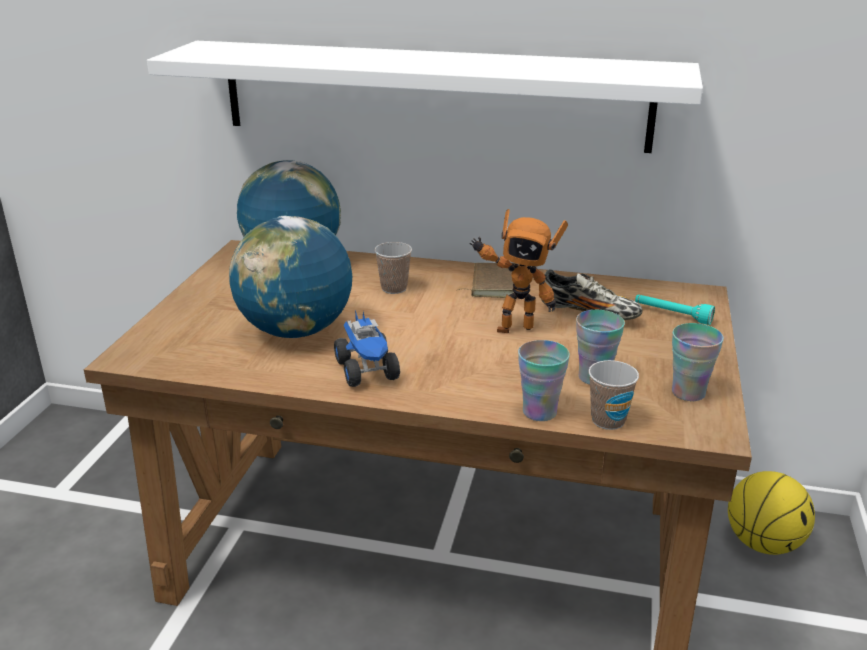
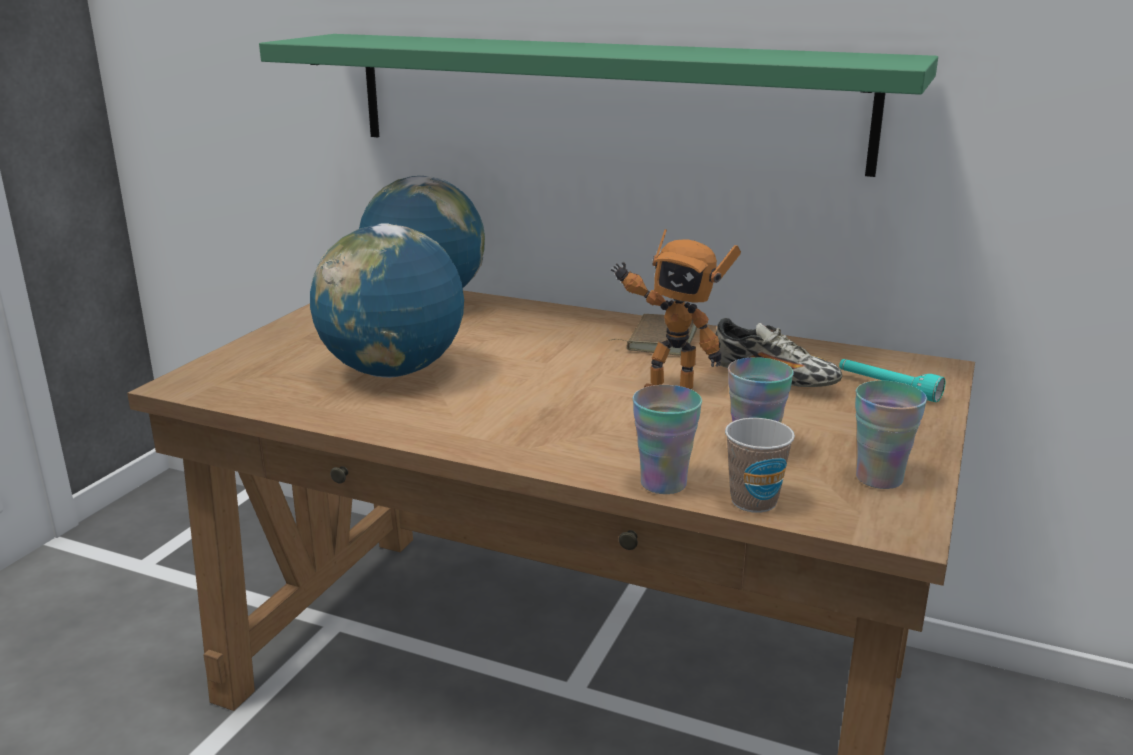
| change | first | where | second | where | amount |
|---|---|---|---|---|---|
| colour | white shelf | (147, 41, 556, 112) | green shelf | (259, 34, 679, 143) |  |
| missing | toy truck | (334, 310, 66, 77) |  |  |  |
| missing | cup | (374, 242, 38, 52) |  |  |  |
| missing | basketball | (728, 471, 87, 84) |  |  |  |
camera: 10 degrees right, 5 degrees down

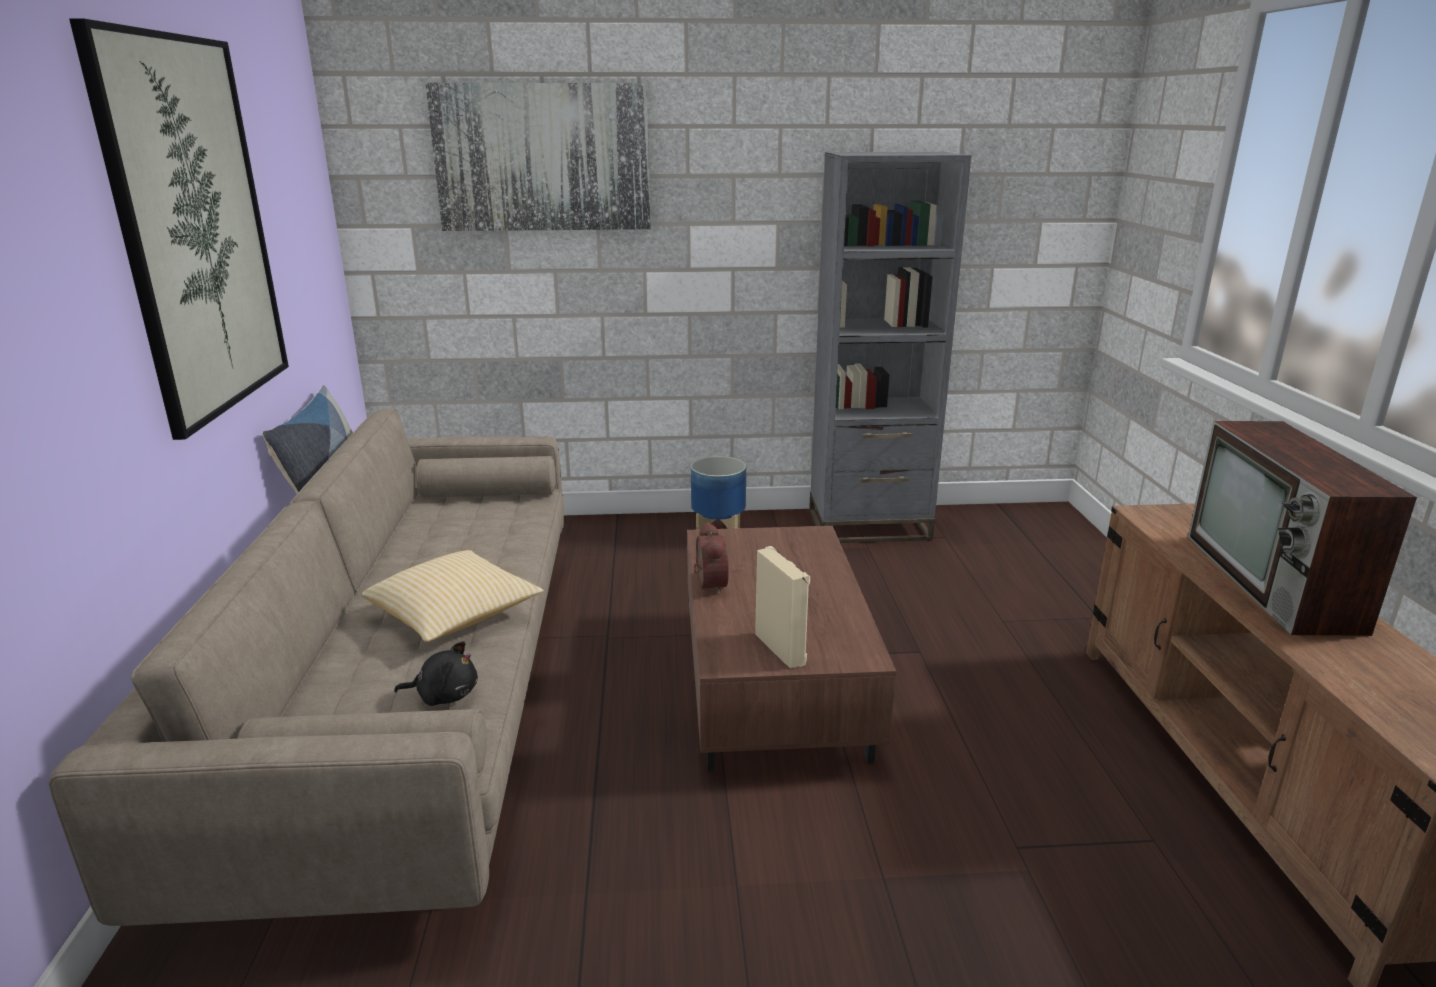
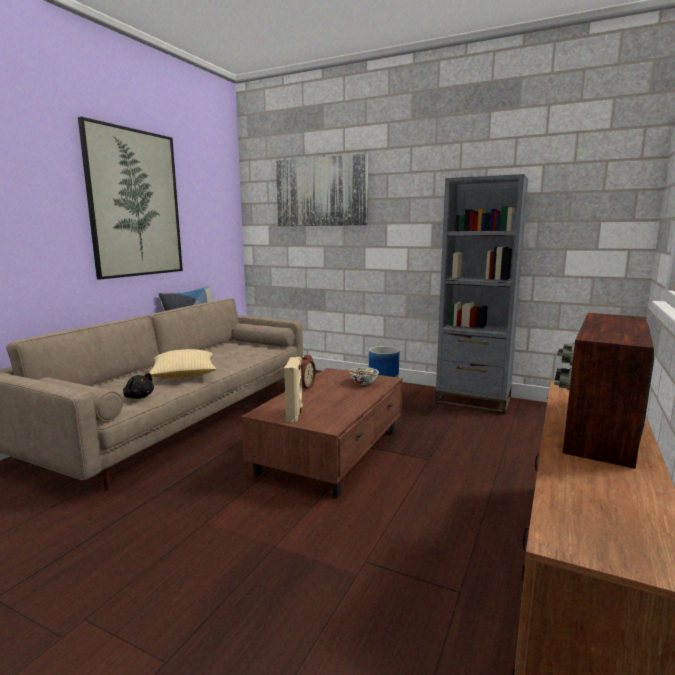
| change | first | where | second | where | amount |
|---|---|---|---|---|---|
| appeared |  |  | bowl | (344, 367, 35, 18) |  |
camera: 30 degrees right, 10 degrees down

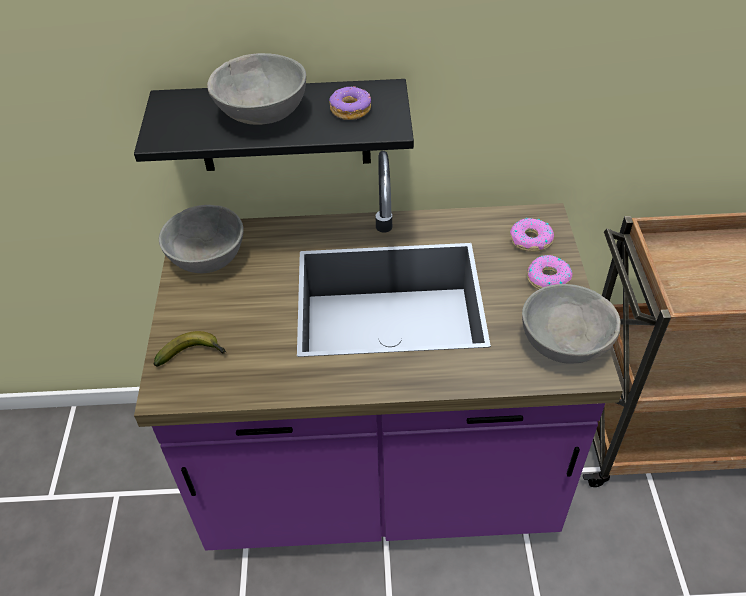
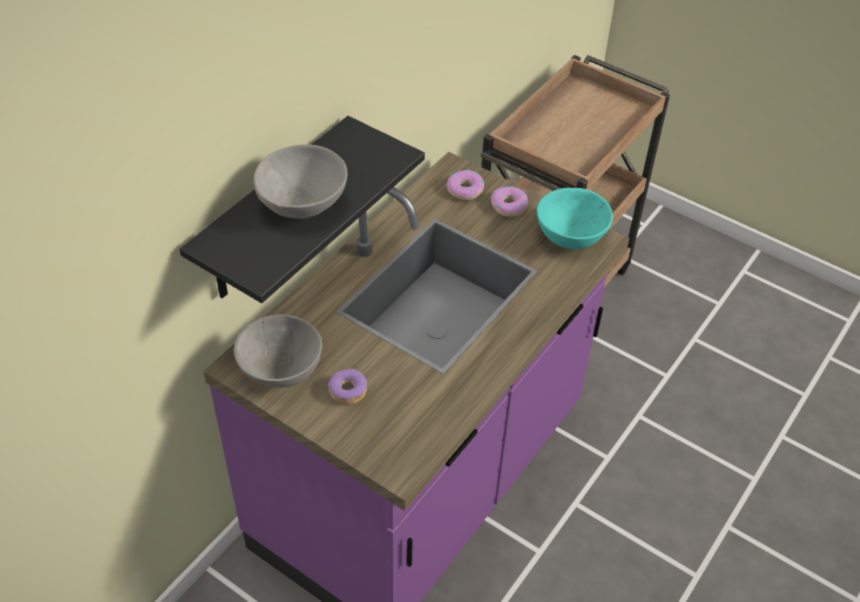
| change | first | where | second | where | amount |
|---|---|---|---|---|---|
| missing | banana | (154, 331, 72, 35) |  |  |  |
| relocated | donut | (329, 86, 42, 34) |  | (328, 368, 39, 36) |  |
| colour | grey bowl | (522, 284, 99, 80) | turquoise bowl | (537, 188, 76, 61) |  |
camera: 55 degrees left, 0 degrees up

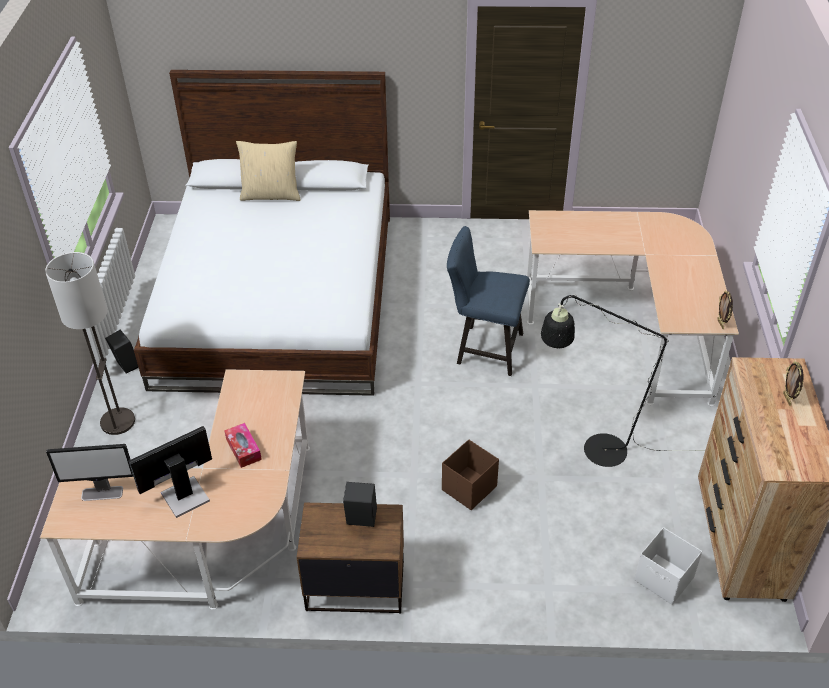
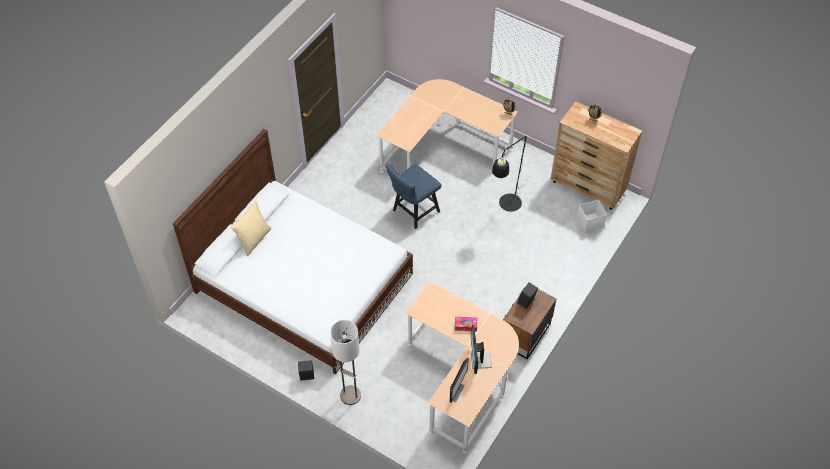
| change | first | where | second | where | amount |
|---|---|---|---|---|---|
| missing | brown storage box | (442, 439, 57, 71) |  |  |  |
camera: 60 degrees left, 10 degrees up

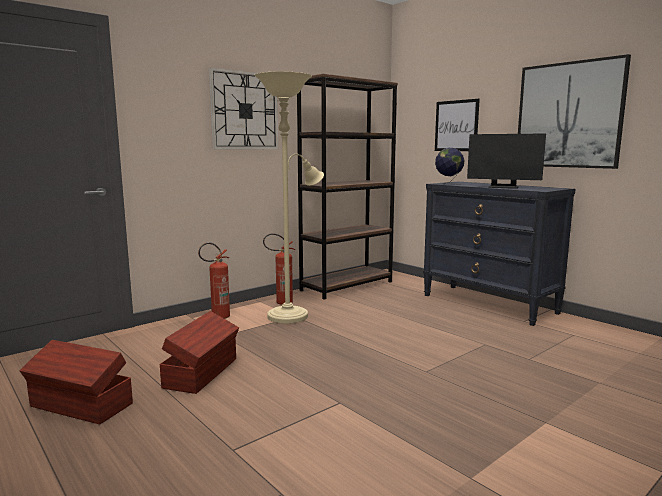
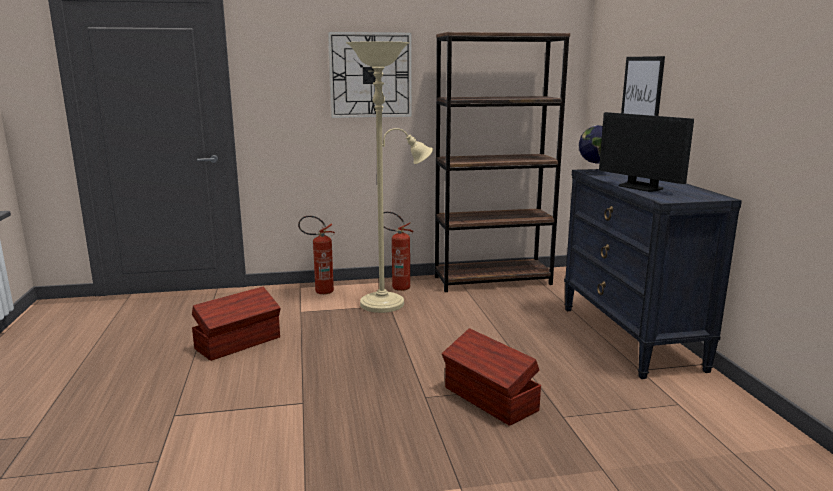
| change | first | where | second | where | amount |
|---|---|---|---|---|---|
| relocated | brown storage box | (19, 340, 114, 84) |  | (442, 328, 99, 98) |  |
| missing | picture | (518, 54, 113, 115) |  |  |  |
camera: 30 degrees right, 5 degrees up

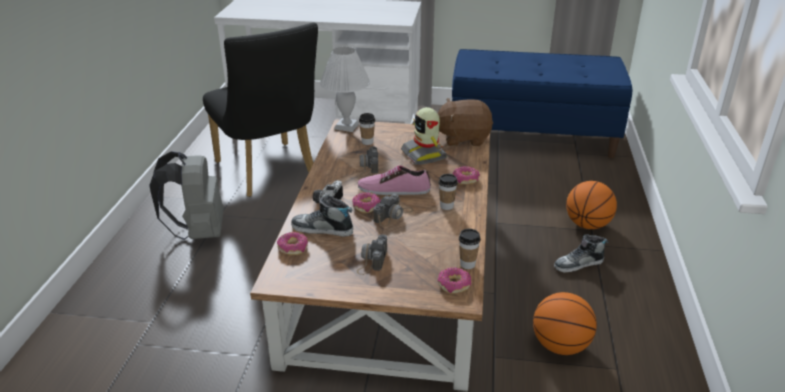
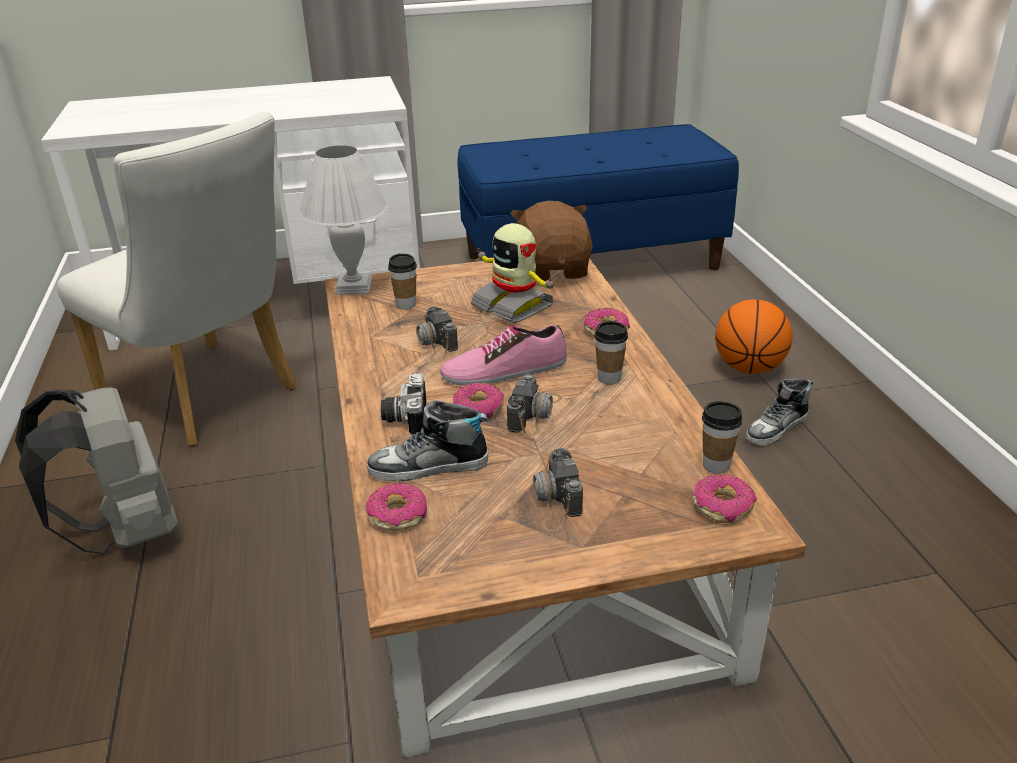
| change | first | where | second | where | amount |
|---|---|---|---|---|---|
| colour | black chair | (203, 23, 115, 174) | white chair | (57, 112, 240, 334) |  |
| spun | brown plush toy | (438, 98, 55, 48) |  | (511, 201, 82, 80) | 105 degrees clockwise |
| missing | basketball | (533, 292, 64, 63) |  |  |  |
camera: 20 degrees left, 0 degrees up

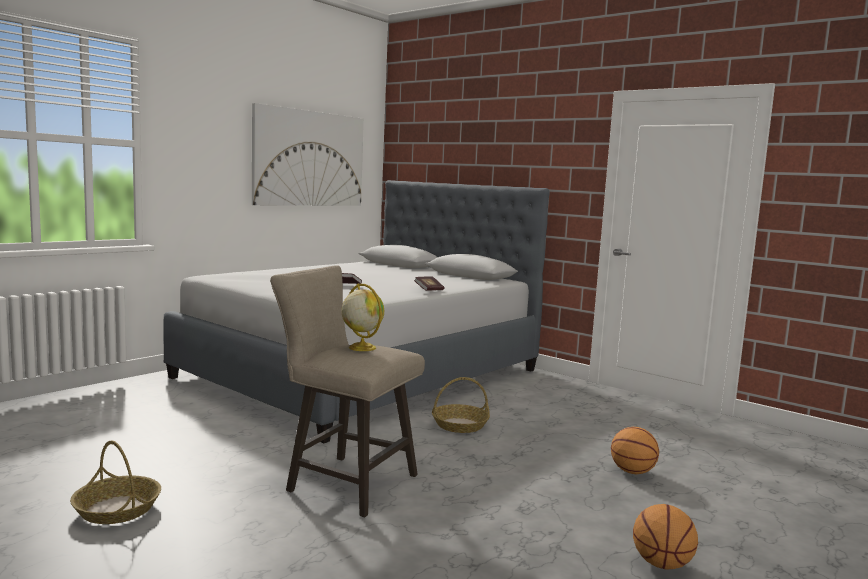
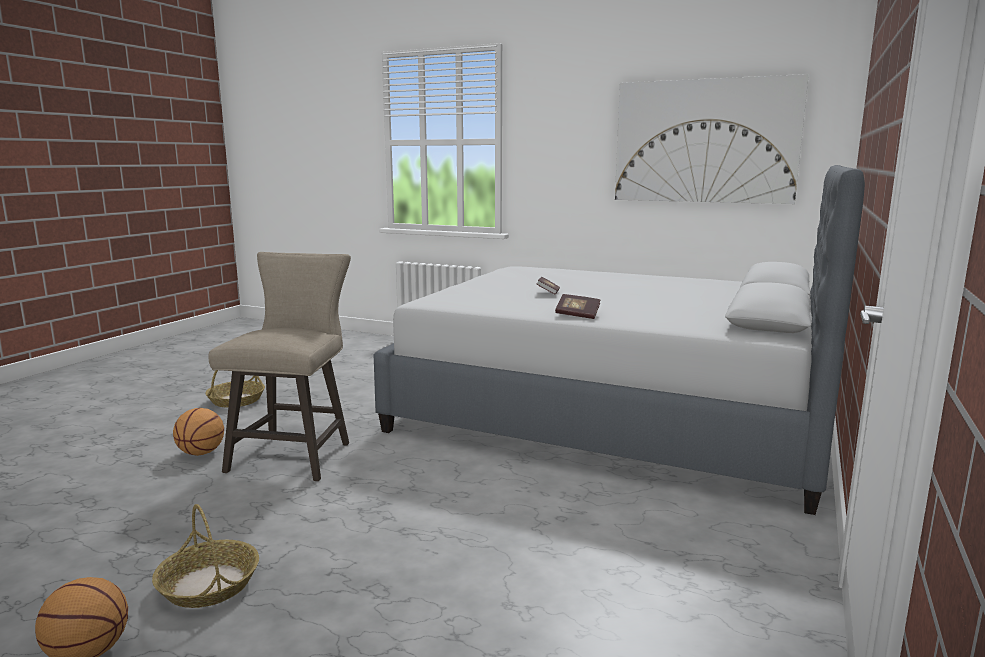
| change | first | where | second | where | amount |
|---|---|---|---|---|---|
| missing | globe | (341, 283, 43, 68) |  |  |  |
| relocated | basket | (432, 377, 58, 56) |  | (152, 504, 107, 104) |  |
| relocated | basketball | (611, 427, 48, 48) |  | (173, 408, 51, 48) |  |
camera: 75 degrees right, 5 degrees up

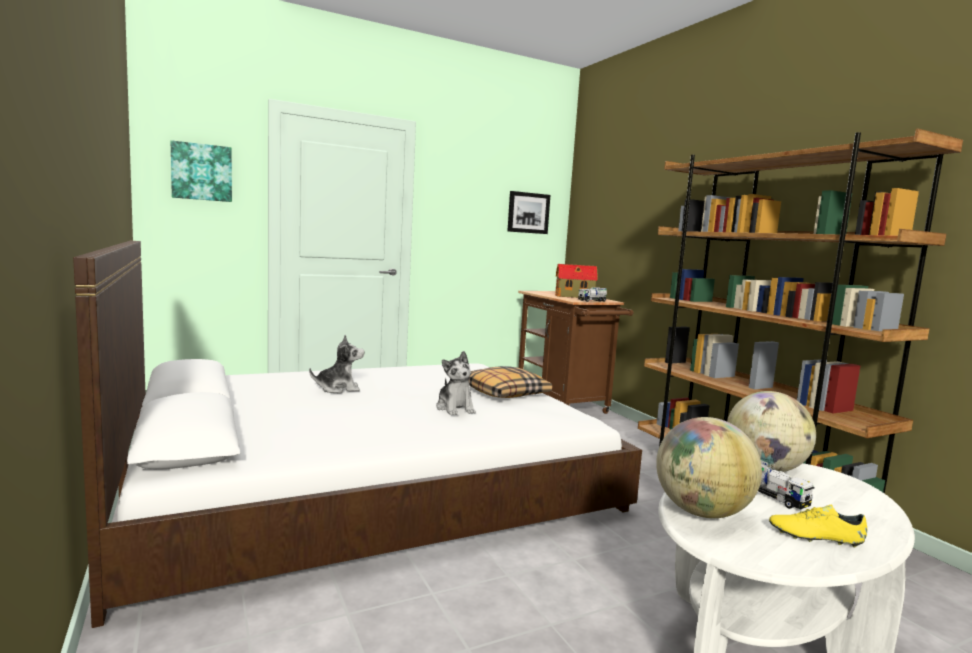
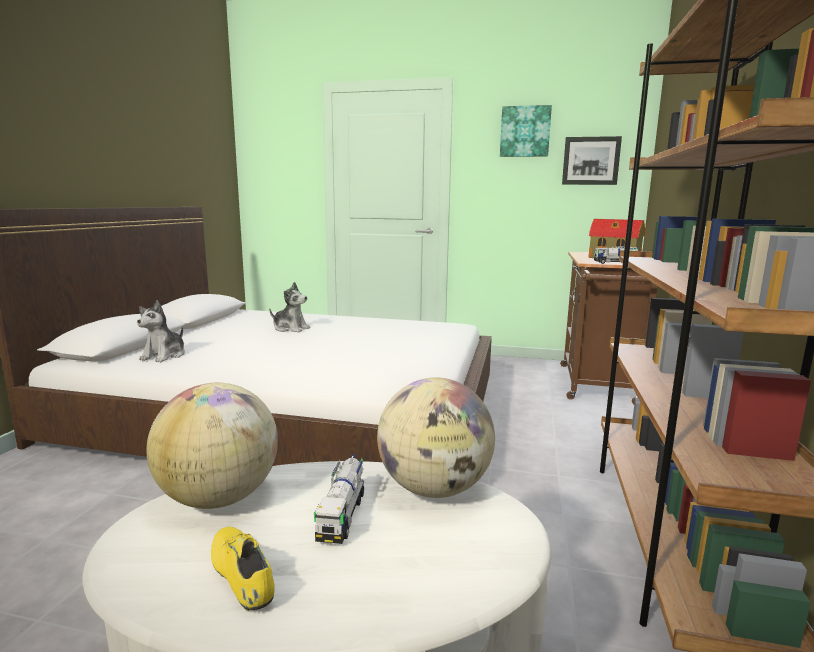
| change | first | where | second | where | amount |
|---|---|---|---|---|---|
| relocated | picture | (171, 140, 61, 62) |  | (500, 105, 52, 52) |  |
| relocated | plush toy | (436, 351, 40, 64) |  | (137, 300, 48, 62) |  |
| missing | pillow | (468, 366, 84, 32) |  |  |  |
camera: 40 degrees right, 5 degrees up

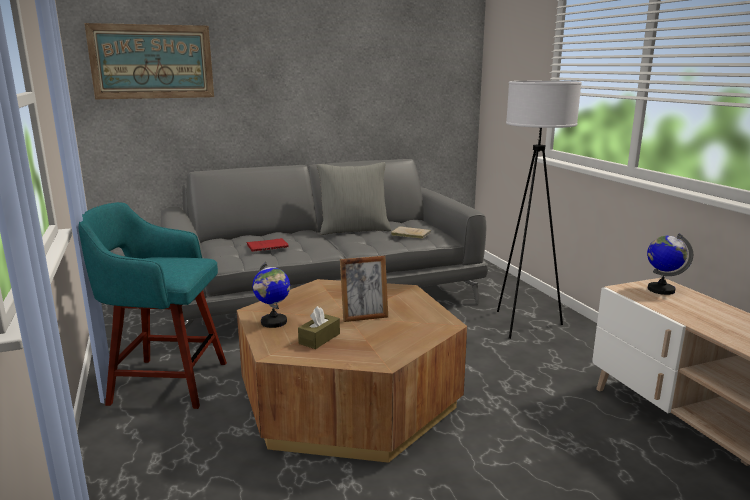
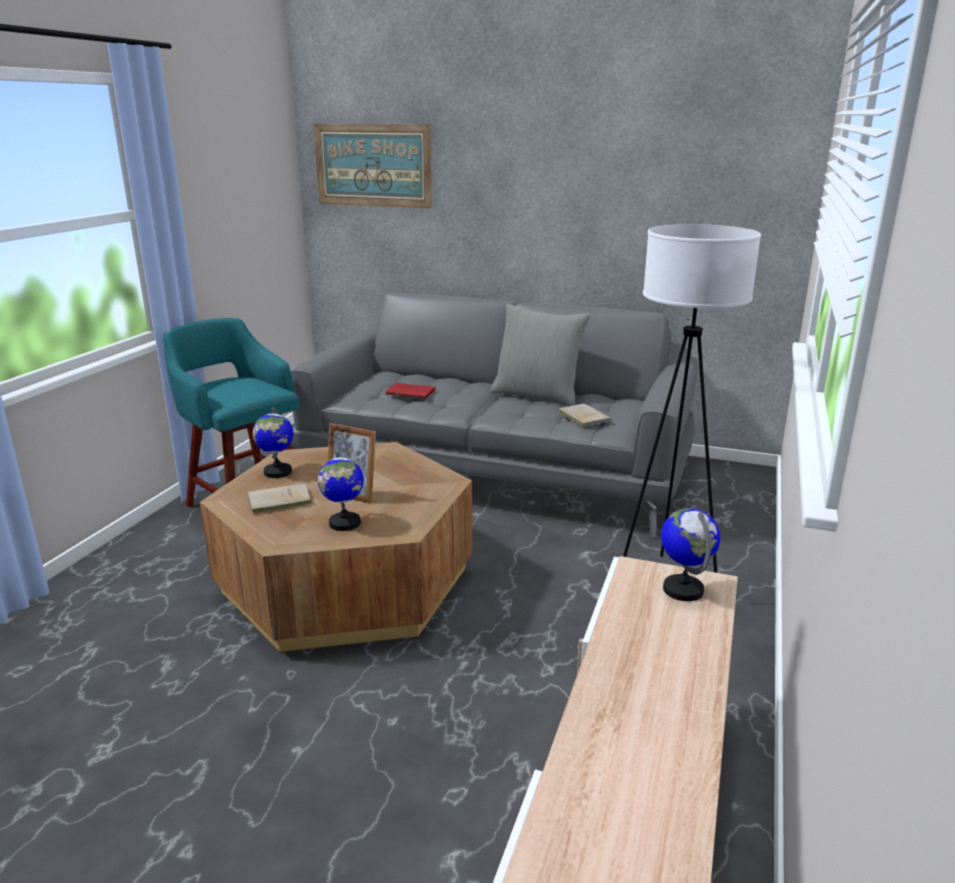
| change | first | where | second | where | amount |
|---|---|---|---|---|---|
| exchanged | brown tissue box | (298, 306, 42, 43) | beige book | (248, 483, 63, 31) |  |
| appeared |  |  | globe | (318, 450, 46, 81) |  |
camera: 40 degrees right, 5 degrees up

